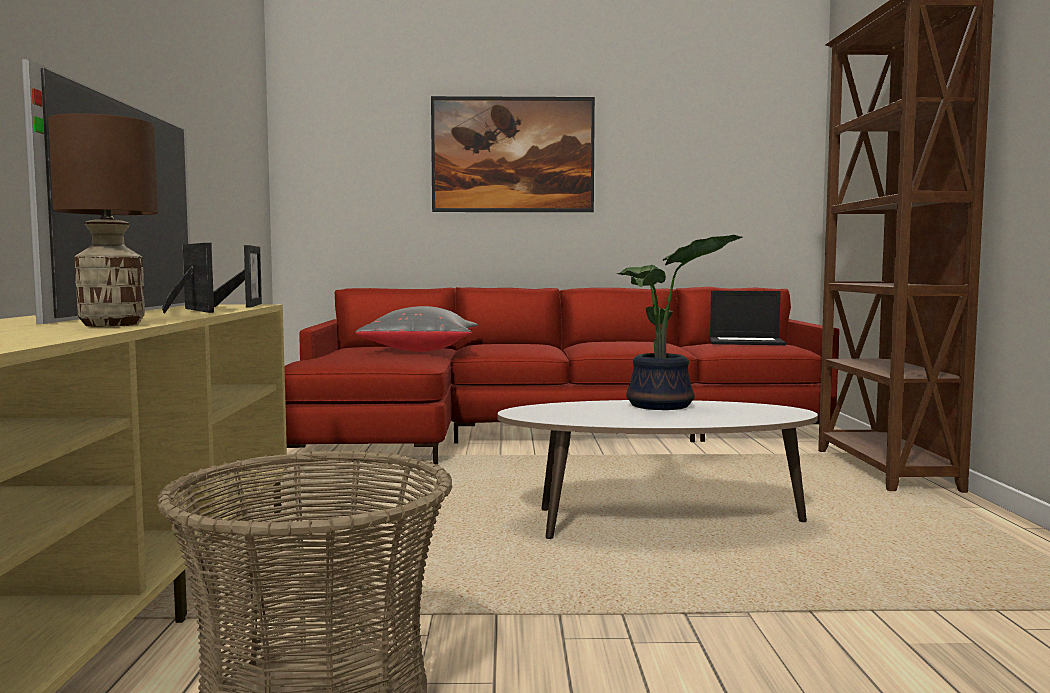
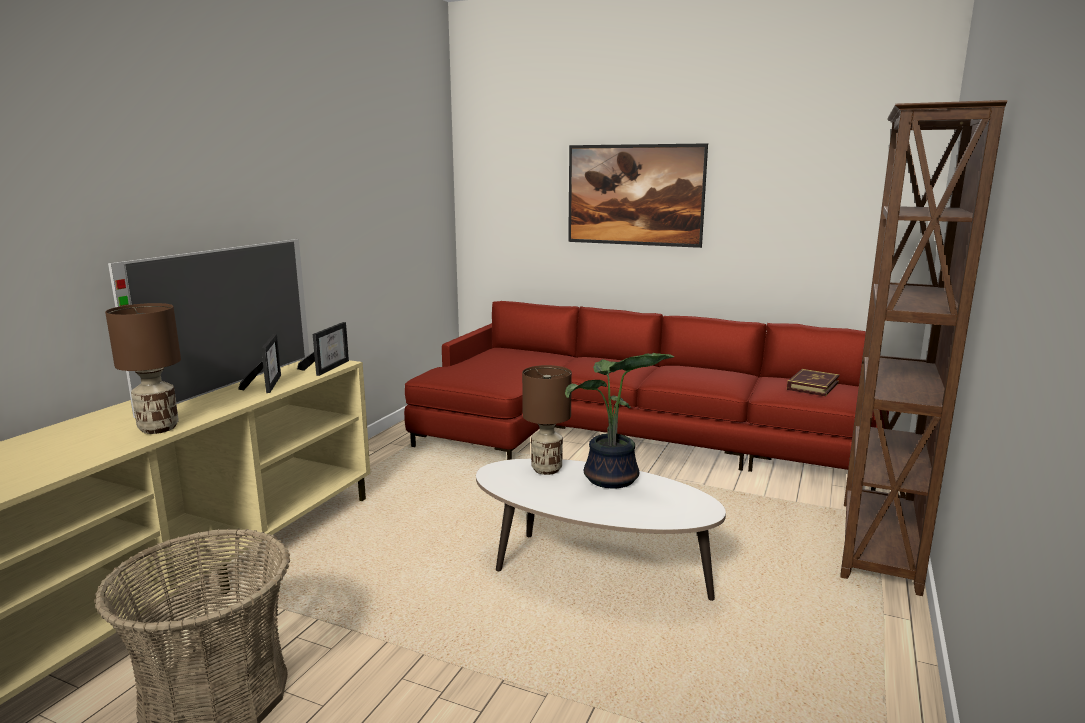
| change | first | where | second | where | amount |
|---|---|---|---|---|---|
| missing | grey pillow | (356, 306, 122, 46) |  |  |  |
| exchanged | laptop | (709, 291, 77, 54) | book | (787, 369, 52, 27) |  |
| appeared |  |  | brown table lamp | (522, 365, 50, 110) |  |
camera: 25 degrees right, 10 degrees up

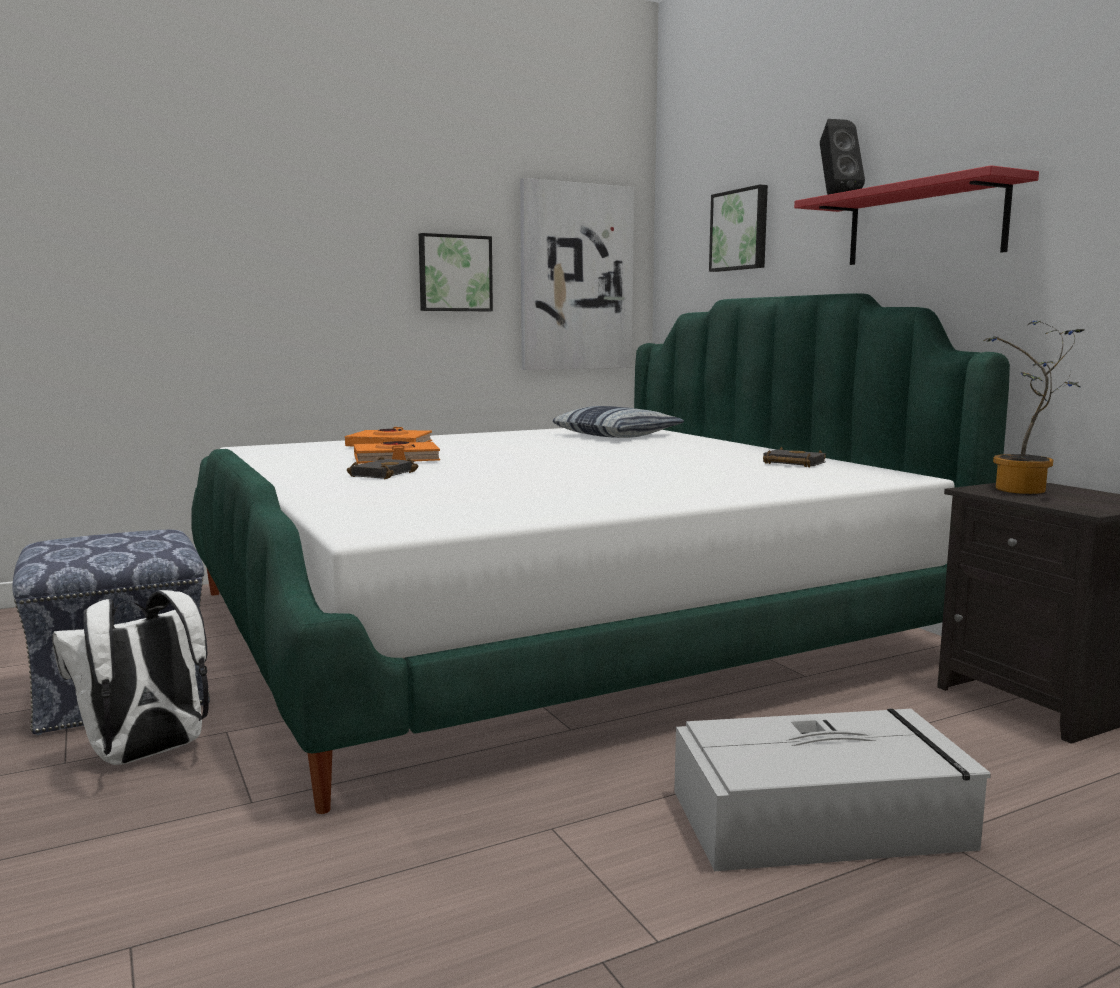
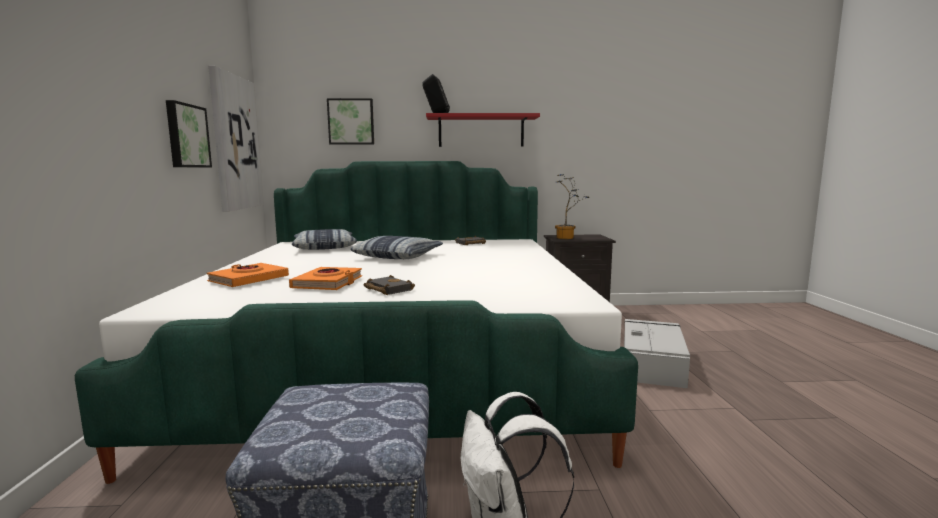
| change | first | where | second | where | amount |
|---|---|---|---|---|---|
| appeared |  |  | pillow | (350, 236, 93, 23) |  |
camera: 65 degrees left, 0 degrees up

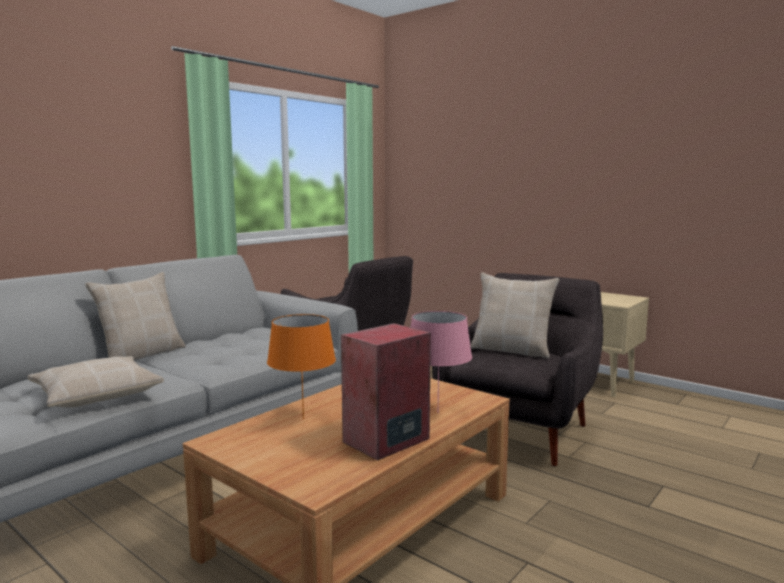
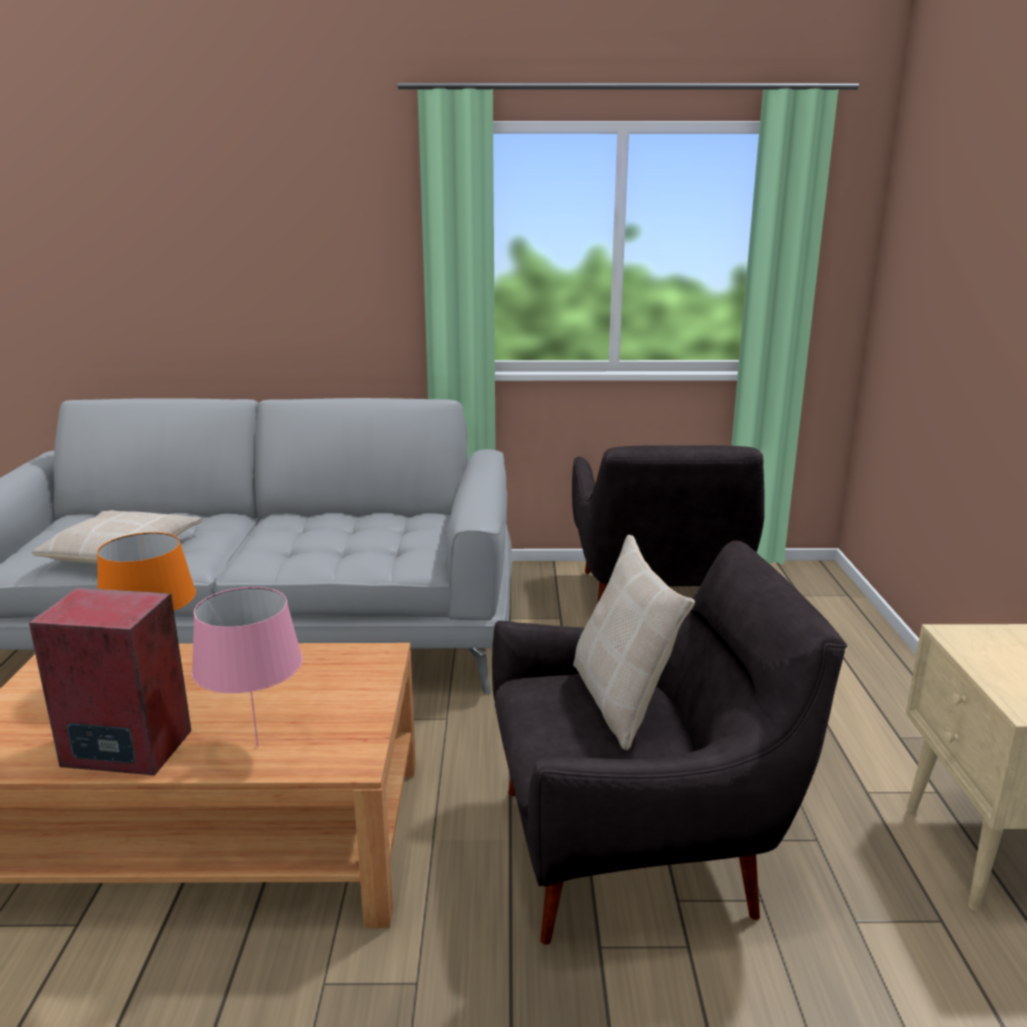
| change | first | where | second | where | amount |
|---|---|---|---|---|---|
| missing | beige pillow | (85, 272, 101, 88) |  |  |  |
camera: 50 degrees right, 10 degrees up

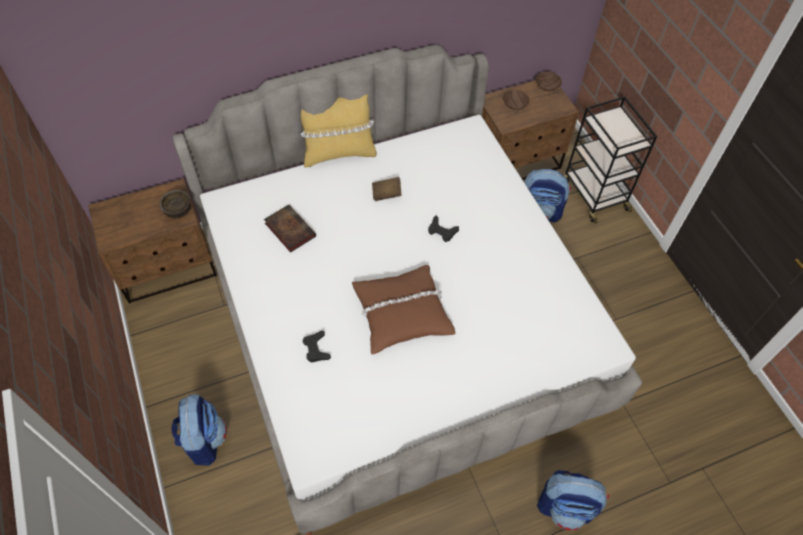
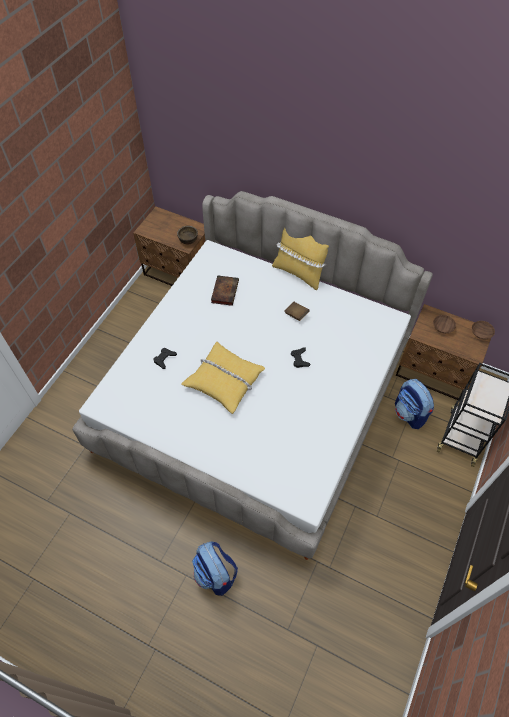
| change | first | where | second | where | amount |
|---|---|---|---|---|---|
| missing | backpack | (171, 394, 56, 72) |  |  |  |
| colour | brown pillow | (352, 265, 104, 89) | yellow pillow | (181, 342, 84, 72) |  |
camera: 50 degrees right, 0 degrees up

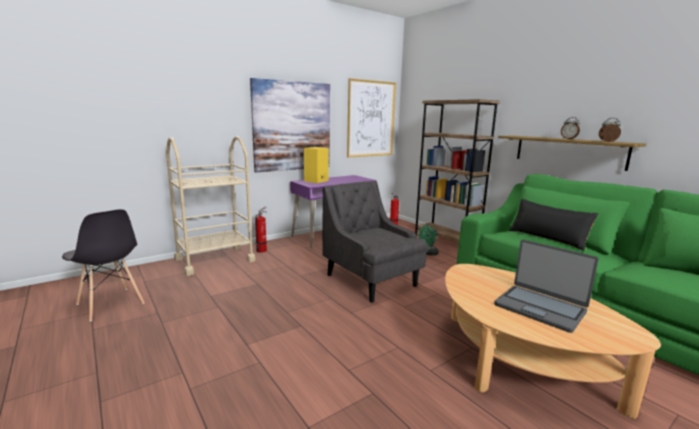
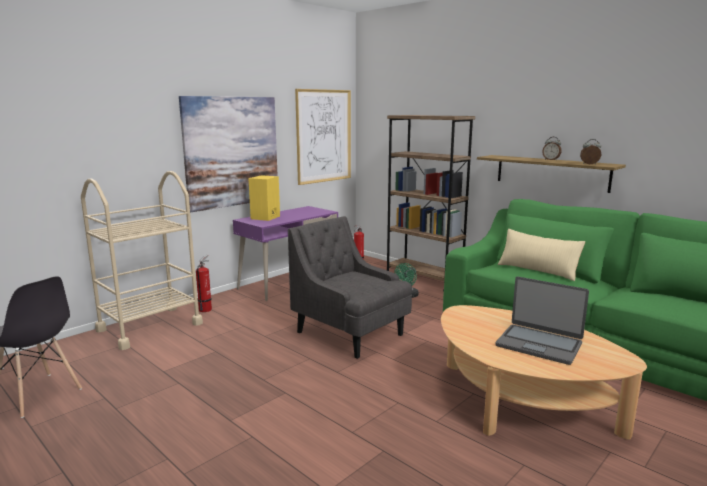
| change | first | where | second | where | amount |
|---|---|---|---|---|---|
| colour | black pillow | (509, 199, 89, 52) | beige pillow | (498, 229, 87, 52) |  |
camera: 10 degrees left, 0 degrees up

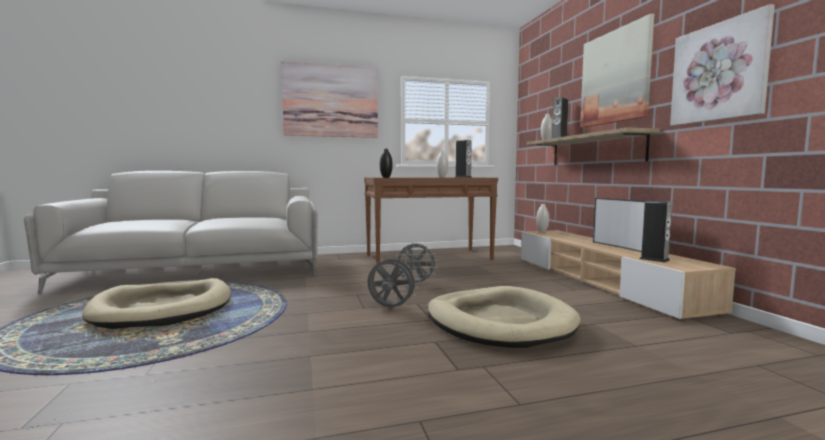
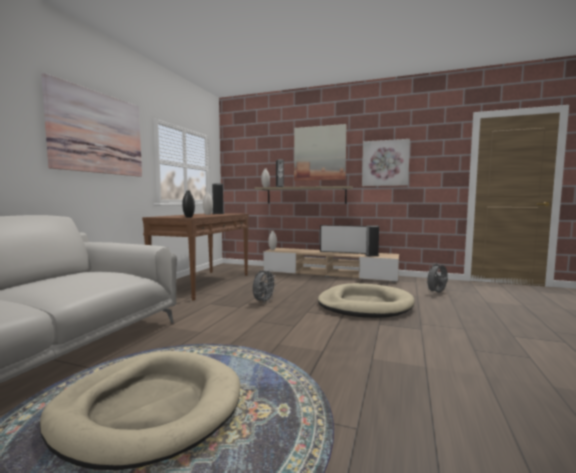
| change | first | where | second | where | amount |
|---|---|---|---|---|---|
| relocated | grey fan | (368, 256, 50, 52) |  | (425, 262, 23, 31) |  |
camera: 55 degrees left, 0 degrees up

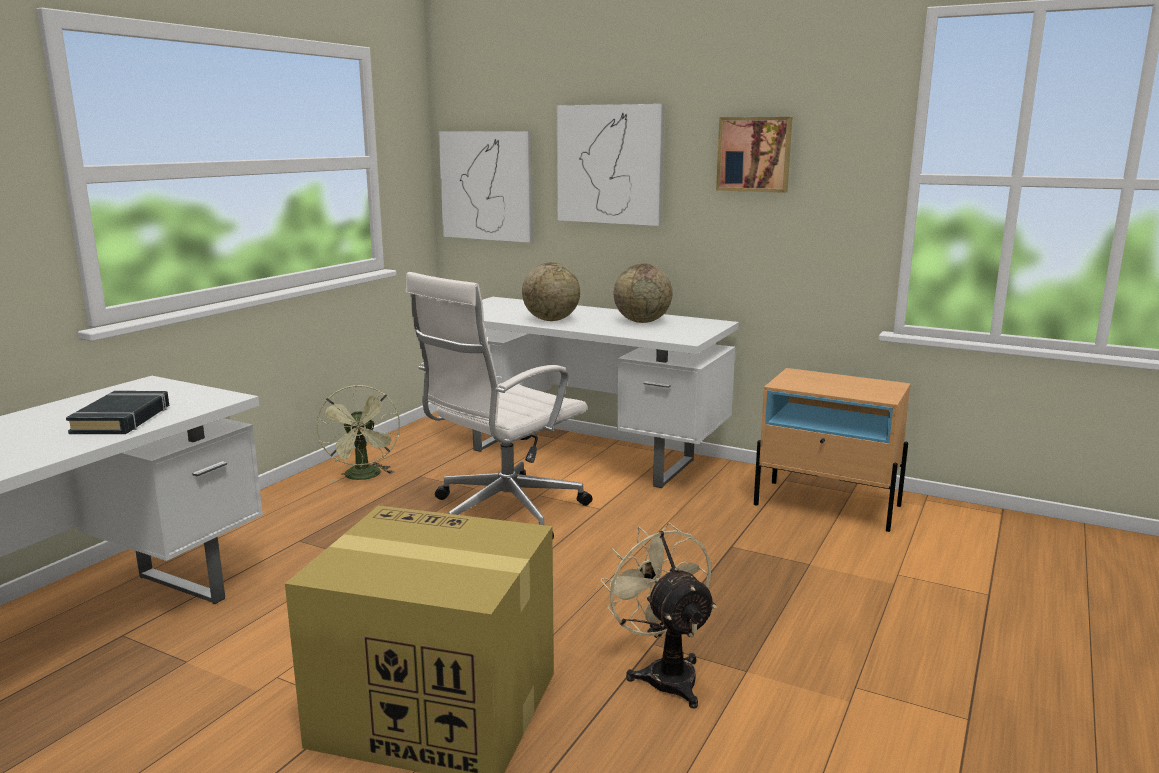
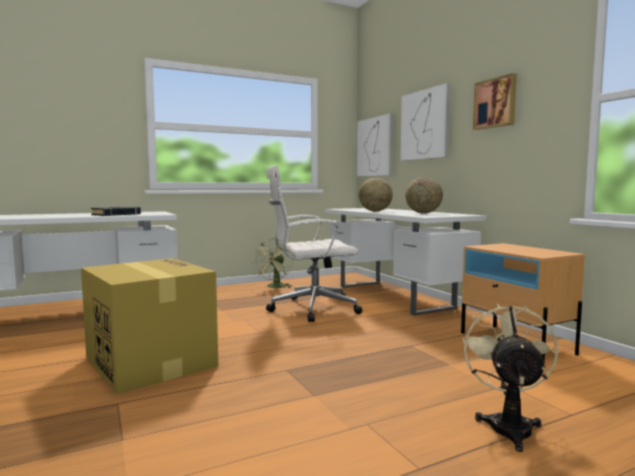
| change | first | where | second | where | amount |
|---|---|---|---|---|---|
| relocated | beige fan | (600, 523, 117, 185) |  | (463, 303, 95, 149) |  |
camera: 35 degrees right, 10 degrees down

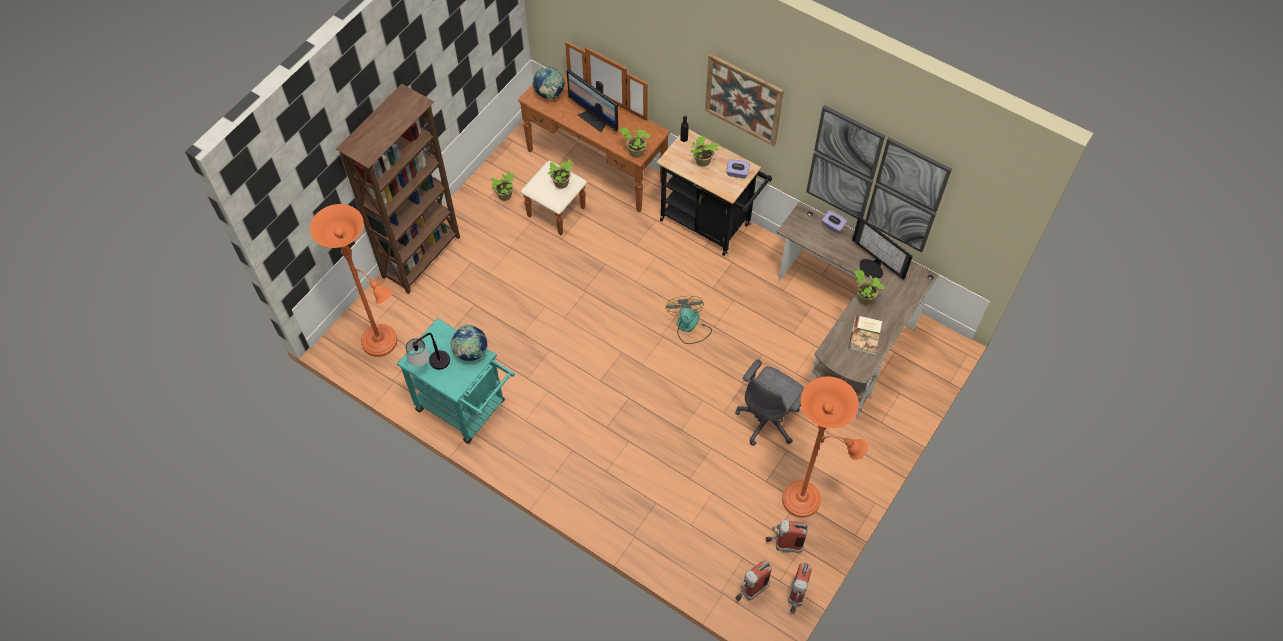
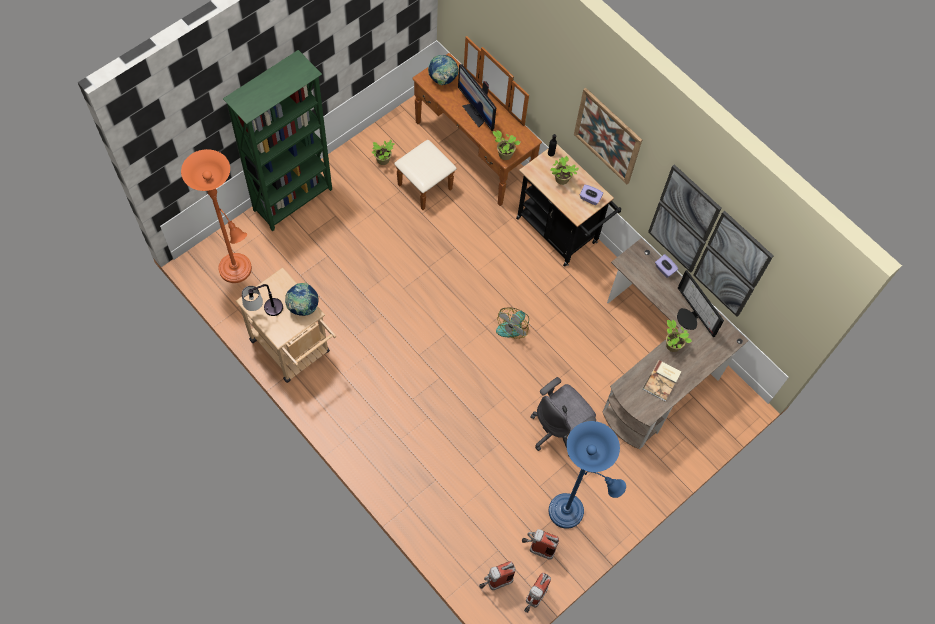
| change | first | where | second | where | amount |
|---|---|---|---|---|---|
| colour | brown bookcase | (336, 84, 124, 210) | green bookcase | (223, 50, 109, 182) |  |
| colour | turquoise cart | (397, 318, 118, 126) | beige cart | (236, 267, 100, 116) |  |
| missing | potted plant | (548, 159, 26, 30) |  |  |  |
| spun | fan | (666, 296, 46, 48) |  | (496, 307, 33, 32) | 150 degrees counterclockwise |
| colour | orange floor lamp | (782, 376, 86, 142) | blue floor lamp | (549, 421, 77, 108) |  |
camera: 10 degrees right, 5 degrees up

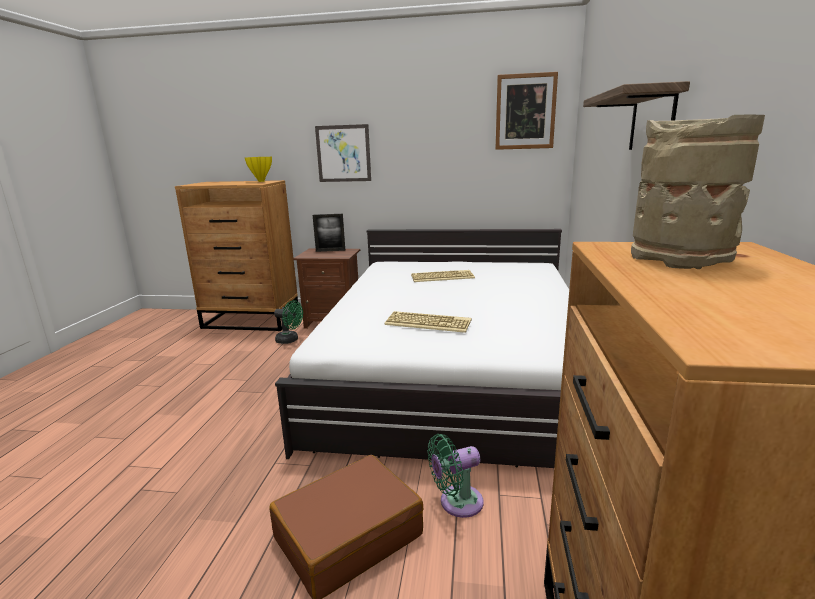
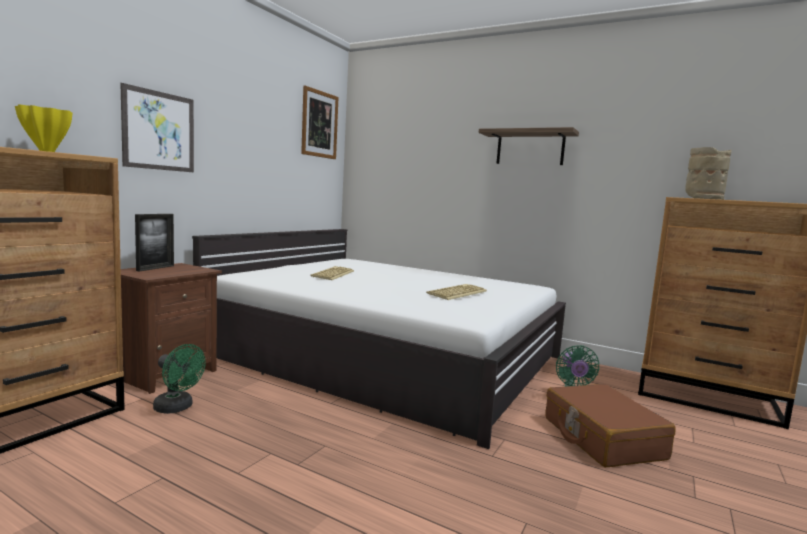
| change | first | where | second | where | amount |
|---|---|---|---|---|---|
| spun | green fan | (274, 300, 29, 44) |  | (153, 344, 53, 70) | 75 degrees clockwise |
camera: 70 degrees left, 10 degrees down

